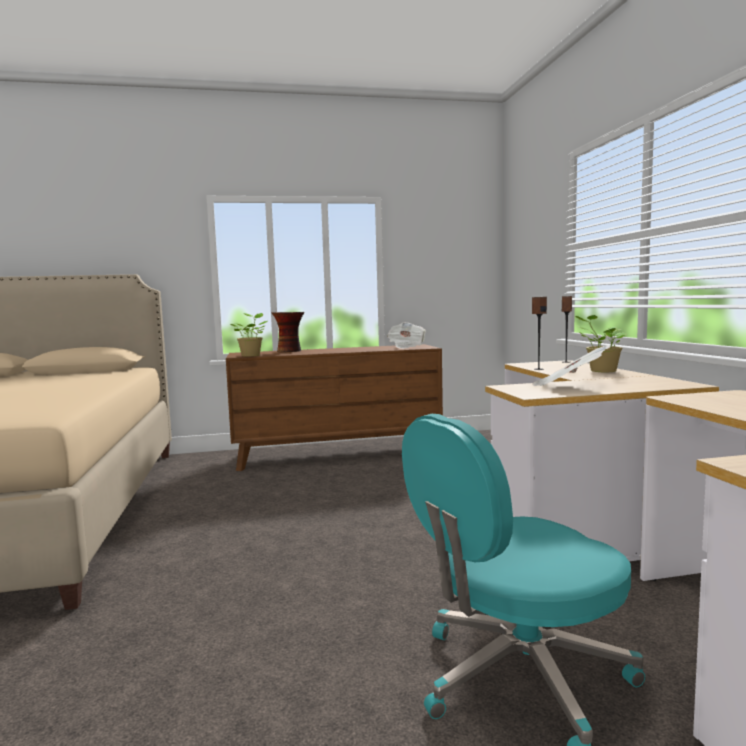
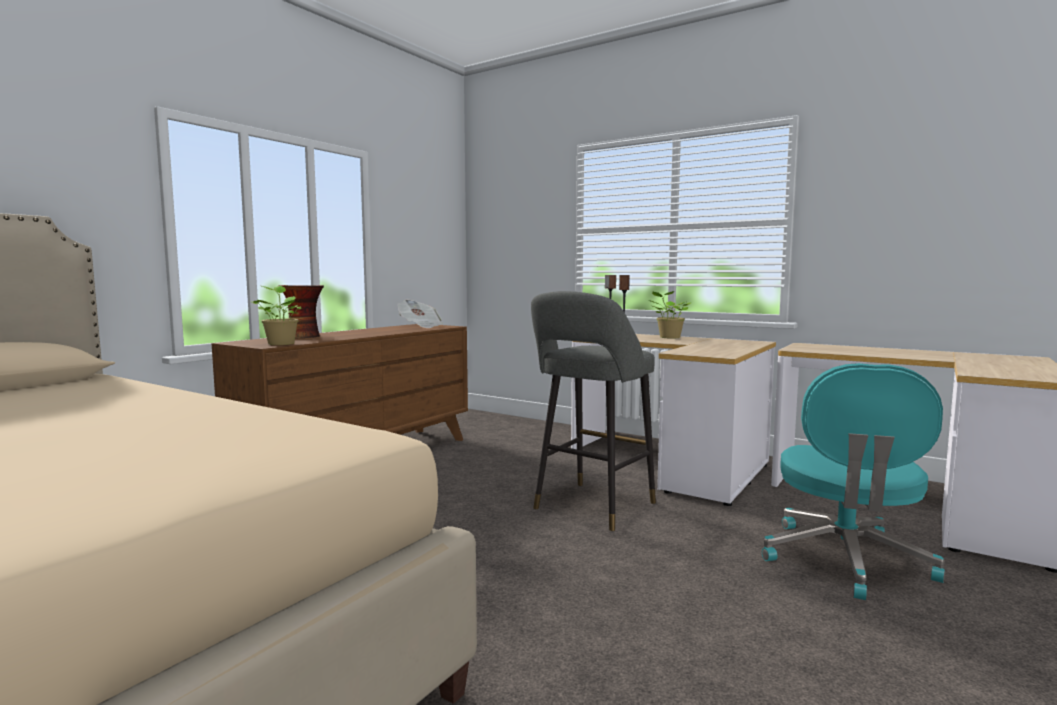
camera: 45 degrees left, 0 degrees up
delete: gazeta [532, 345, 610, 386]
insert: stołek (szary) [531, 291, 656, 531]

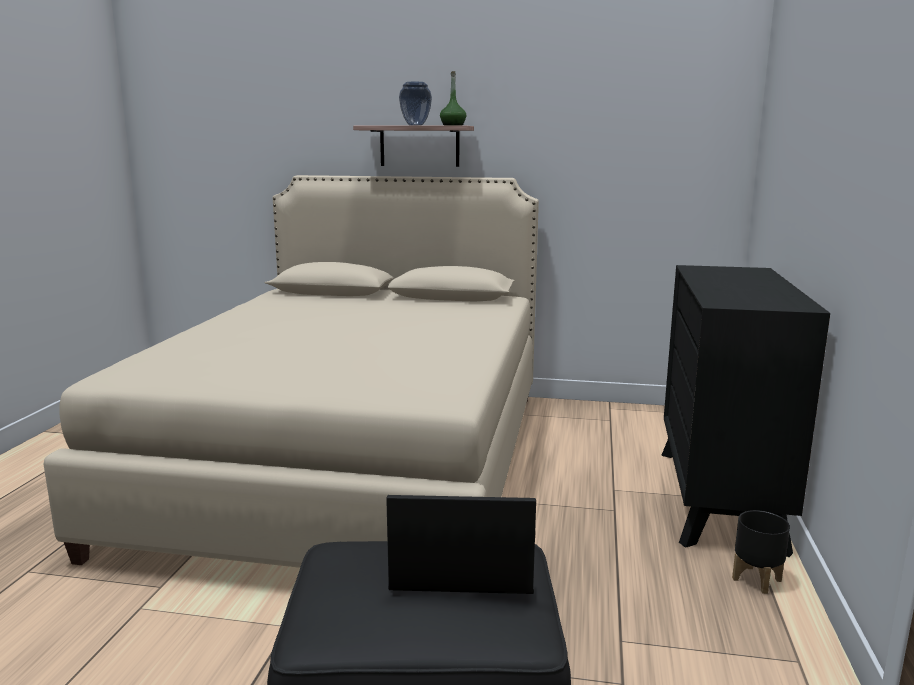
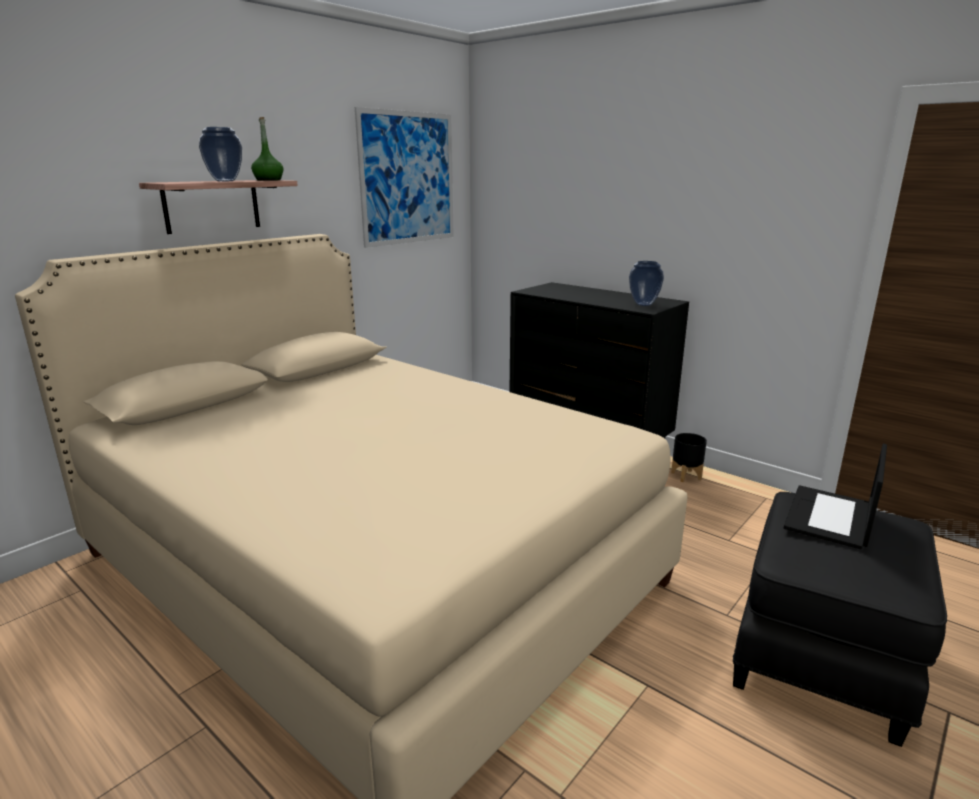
camera: 60 degrees left, 5 degrees up
insert: obraz [355, 107, 454, 248]; wazon [629, 261, 664, 306]

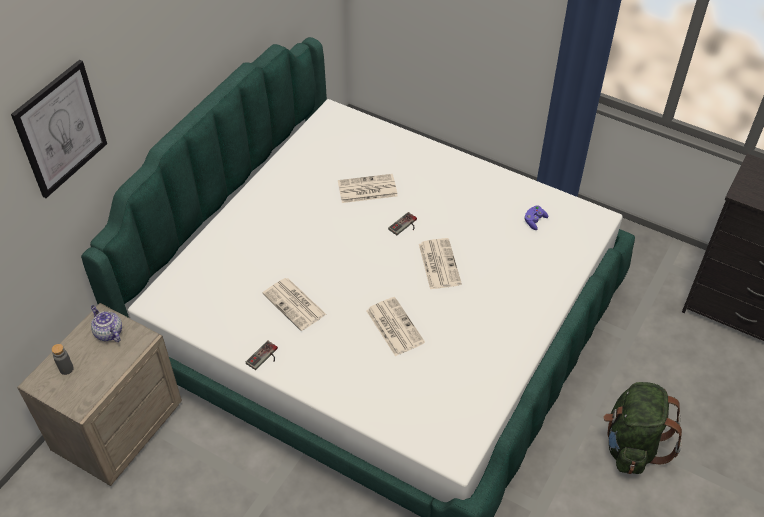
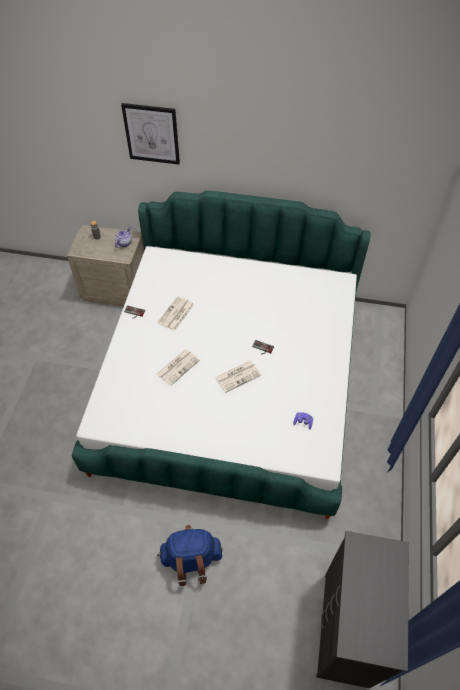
camera: 70 degrees right, 5 degrees up
delete: gazeta [338, 174, 398, 203]
recolor: plecak (zielony) [603, 382, 682, 474] to plecak (niebieski) [158, 525, 223, 586]

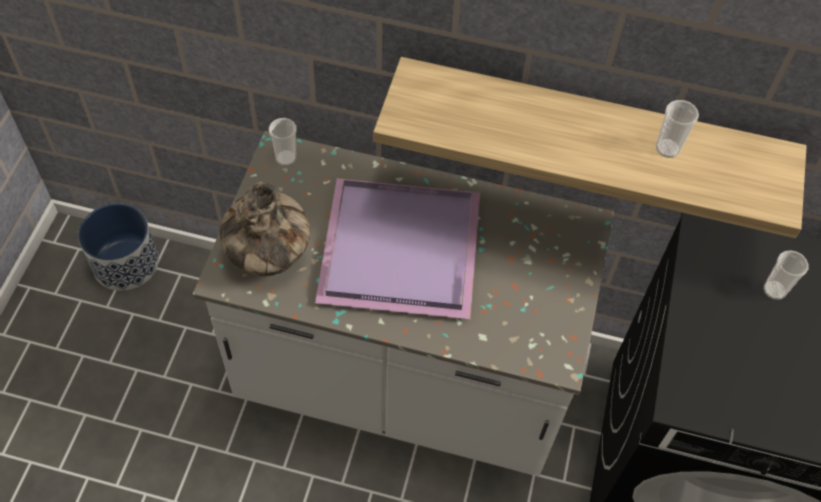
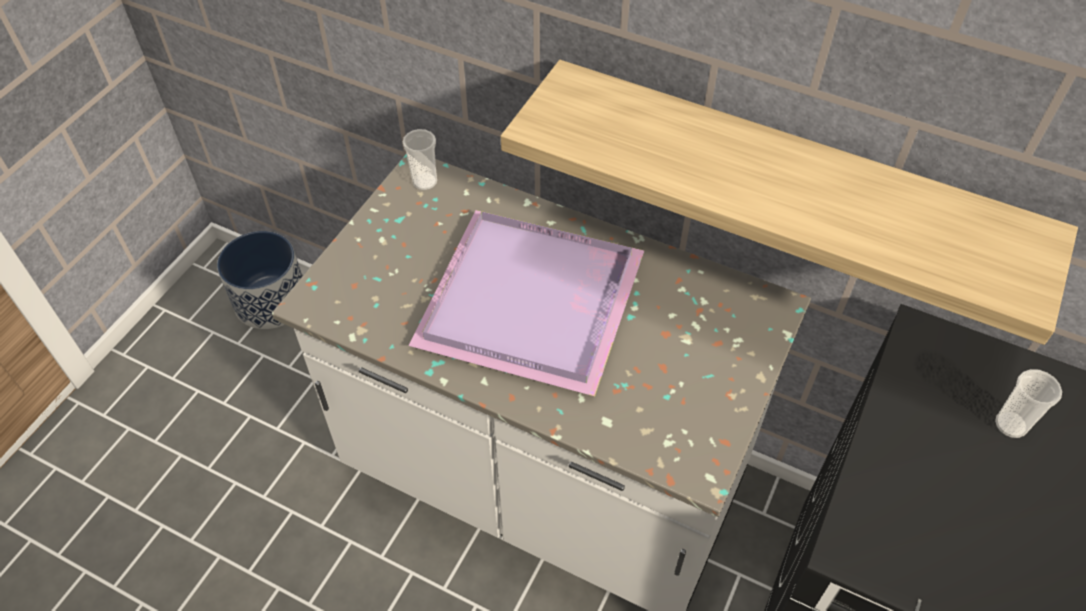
camera: 15 degrees right, 5 degrees down
delete: filiżanka [656, 100, 699, 158]; wazon [220, 183, 311, 276]

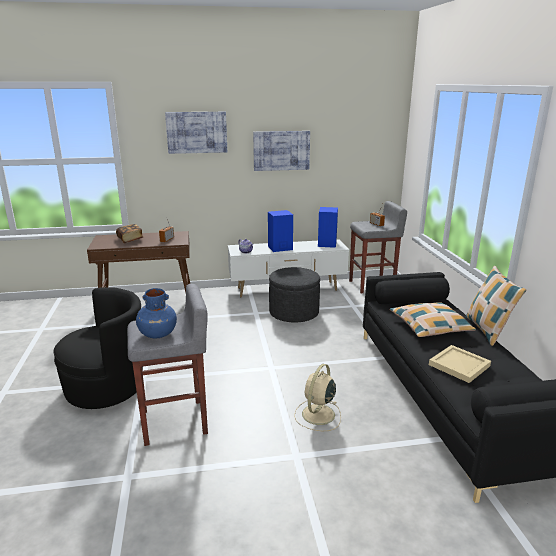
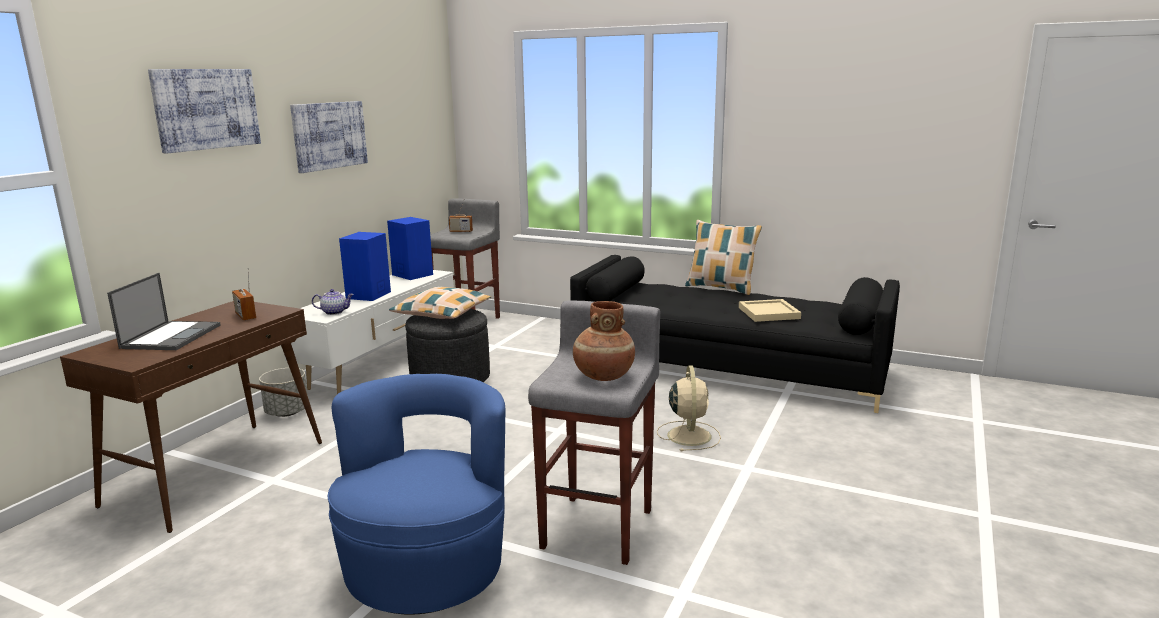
camera: 55 degrees left, 5 degrees down
insert: donica (szary) [259, 368, 308, 417]
move: poduszka [390, 302, 476, 337] to [389, 287, 491, 319]
replace: książka [116, 224, 143, 243] to laptop [107, 273, 221, 350]
recolor: fotel (czarny) [53, 287, 143, 409] to fotel (niebieski) [328, 374, 505, 615]; wazon (niebieski) [136, 288, 177, 339] to wazon (brązowy) [573, 301, 635, 381]
rotate: wentylator (beżowy) [294, 364, 341, 431] = [657, 365, 721, 451] 150 degrees counterclockwise

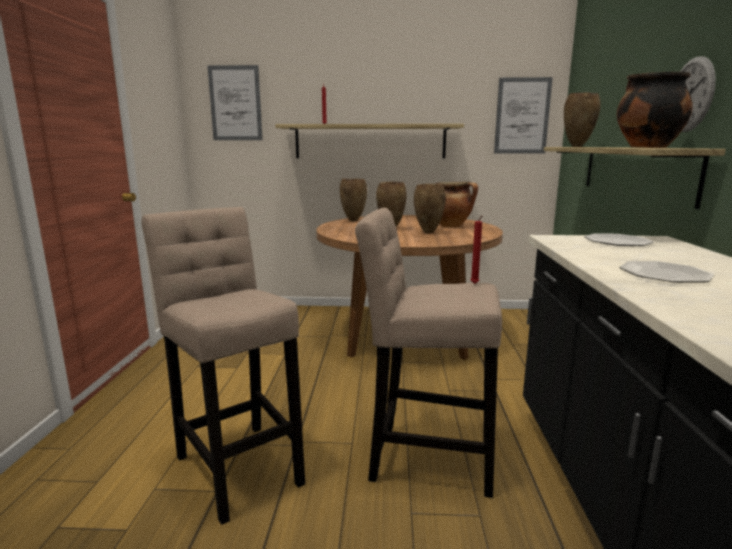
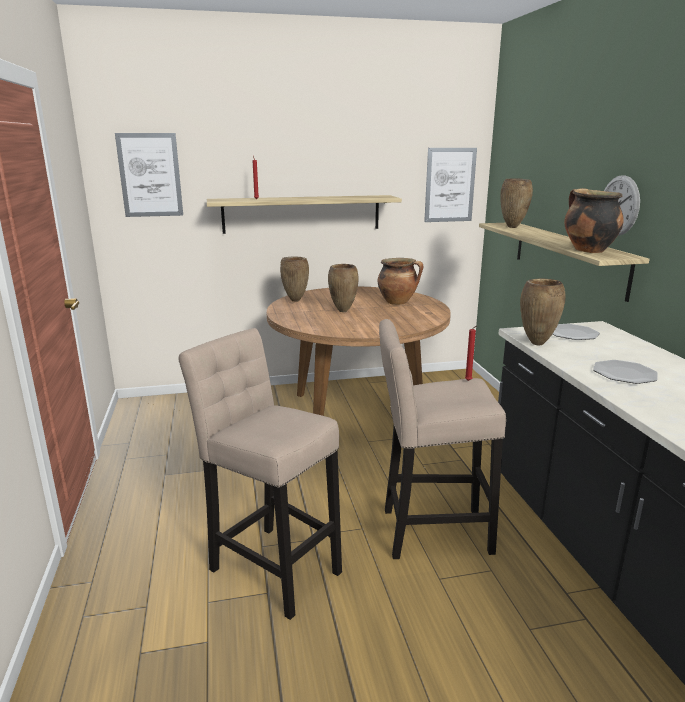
camera: 15 degrees left, 5 degrees up
move: wazon (brązowy) [414, 184, 446, 233] to [520, 278, 566, 345]

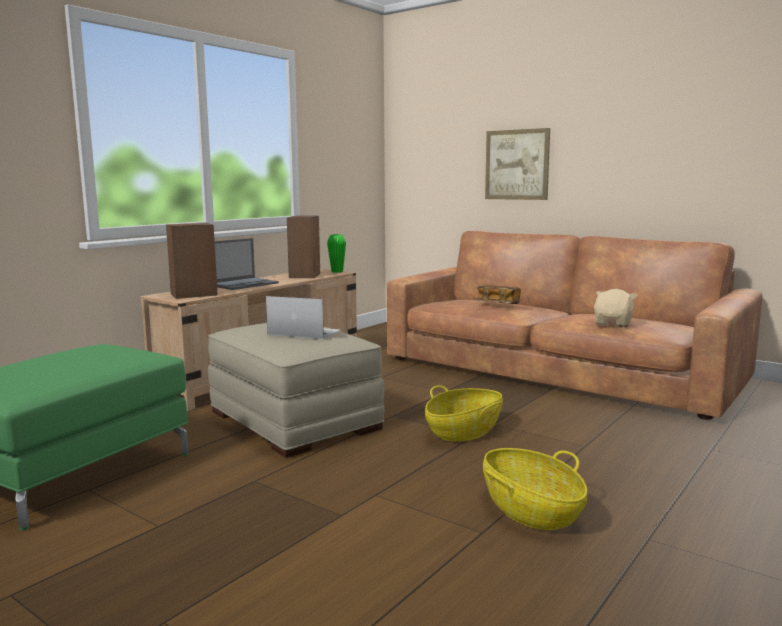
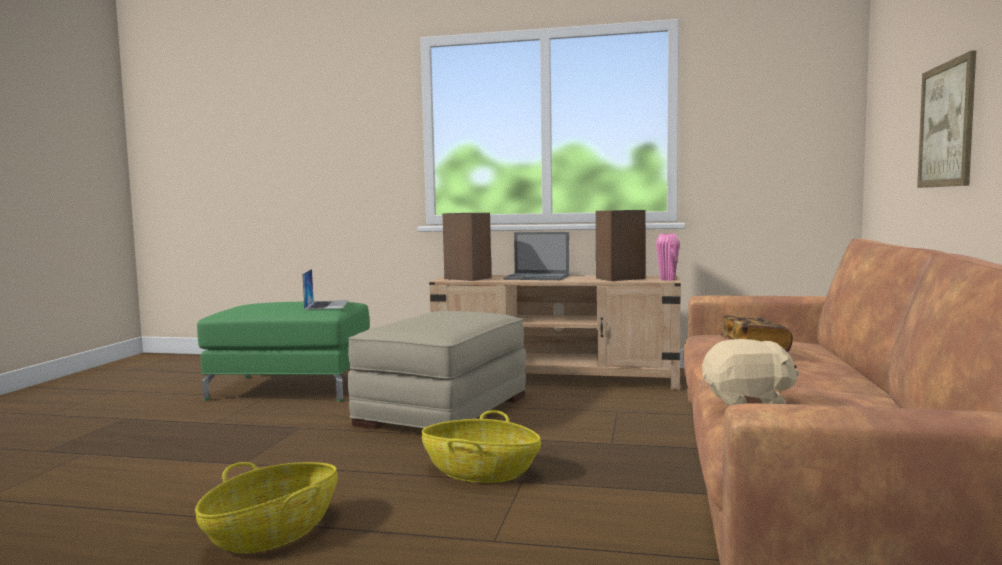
camera: 65 degrees right, 5 degrees down
move: laptop [266, 296, 340, 339] to [302, 269, 349, 310]
recolor: wazon (zielony) [327, 234, 346, 273] to wazon (różowy) [656, 234, 680, 281]

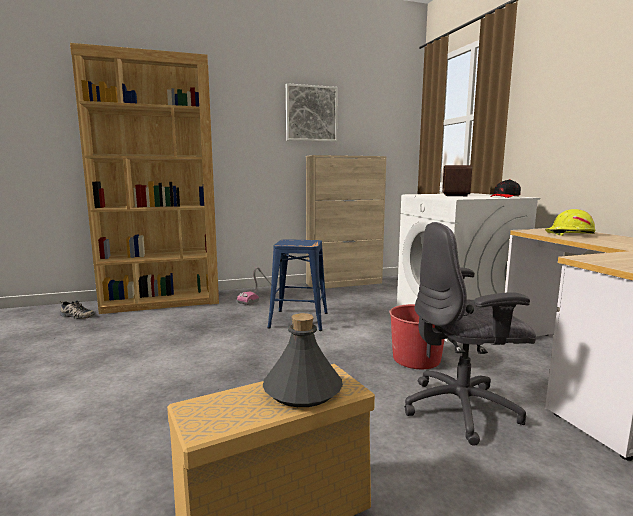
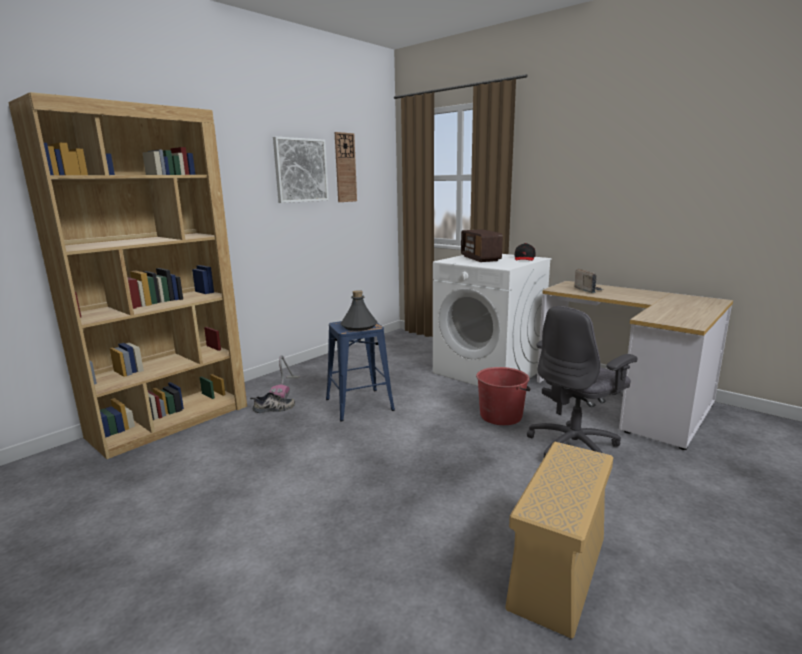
camera: 30 degrees left, 5 degrees up
delete: szafka (beżowy) [306, 155, 386, 288]
insert: zegar ścienny [335, 132, 357, 202]
move: but [60, 300, 94, 319] to [250, 392, 295, 413]; butelka (szary) [263, 313, 343, 407] to [340, 290, 377, 331]
replace: kask (żółty) [545, 209, 596, 236] to radio [574, 269, 604, 293]

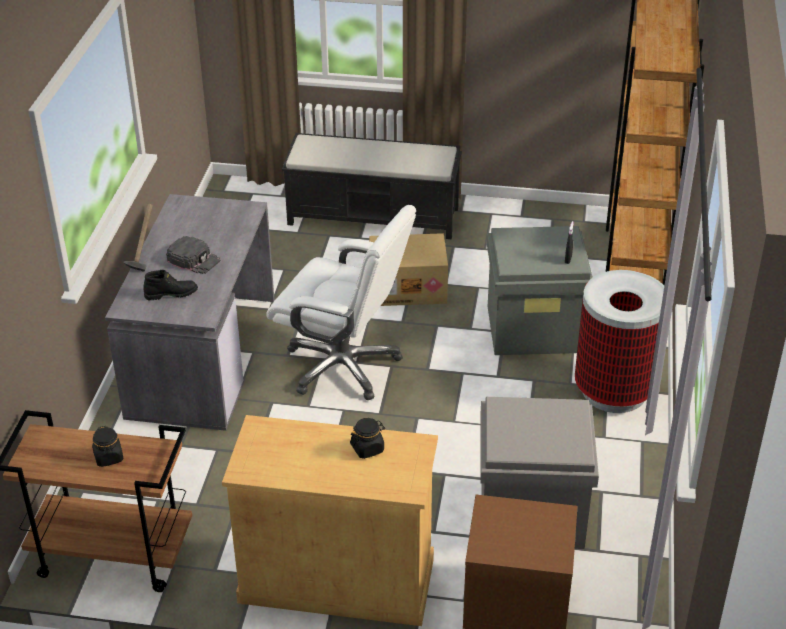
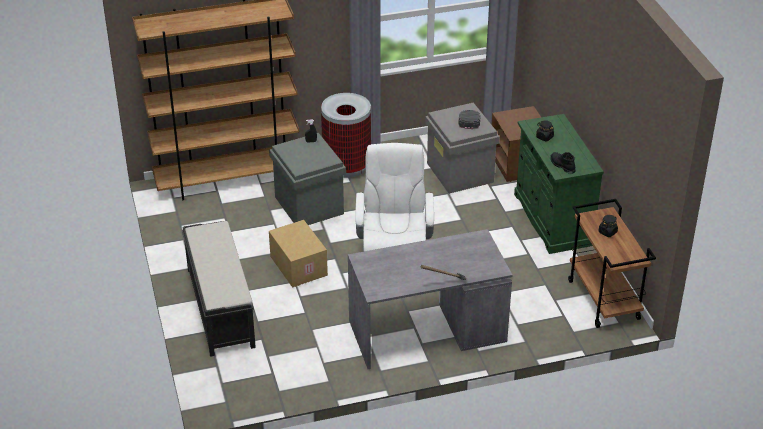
camera: 115 degrees left, 0 degrees up
move: czapka z daszkiem (czarny) [166, 236, 221, 274] to [458, 110, 481, 129]; but z cholewką (czarny) [143, 270, 198, 301] to [550, 152, 575, 174]
recolor: szafka (beżowy) [222, 415, 438, 626] to szafka (zielony) [514, 114, 604, 254]

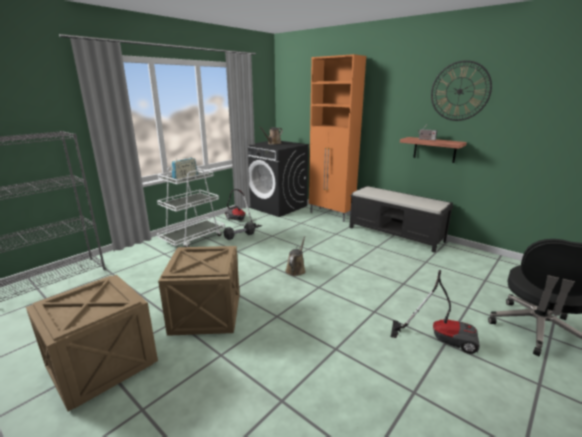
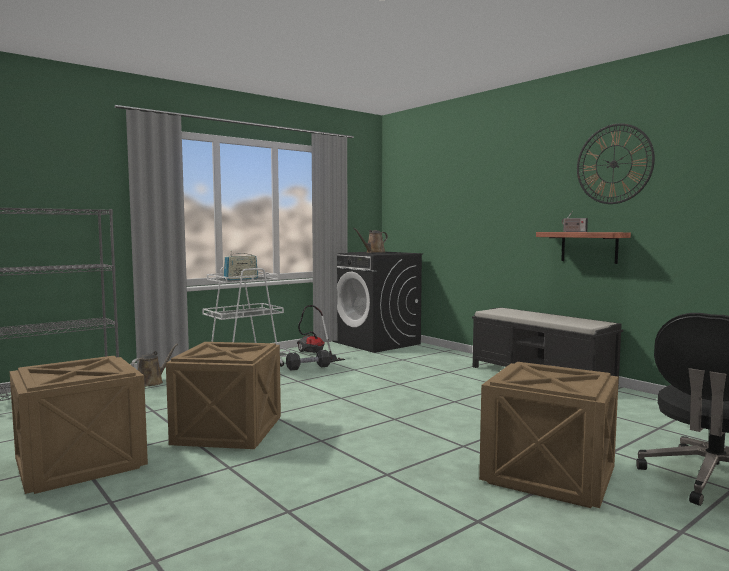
camera: 10 degrees right, 15 degrees down
delete: szafka (pomarańczowy) [309, 54, 366, 222]
move: konewka (brązowy) [285, 236, 306, 276] to [131, 344, 178, 387]
replace: odkurzacz [391, 270, 480, 354] to skrzynka [479, 362, 619, 508]

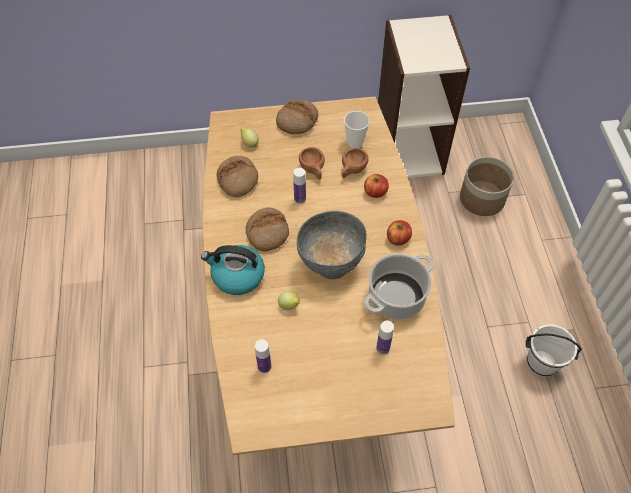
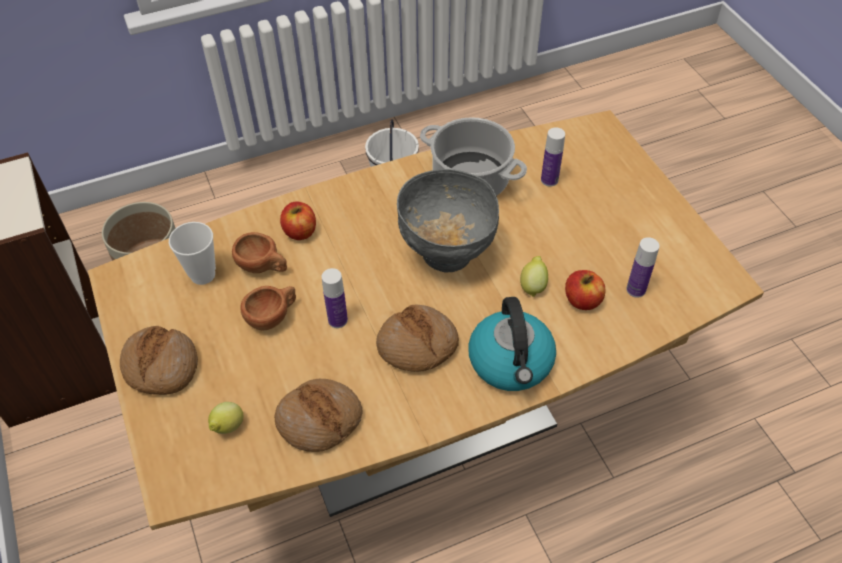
camera: 105 degrees left, 5 degrees down
move: jabłko [387, 220, 412, 245] to [565, 270, 606, 310]

